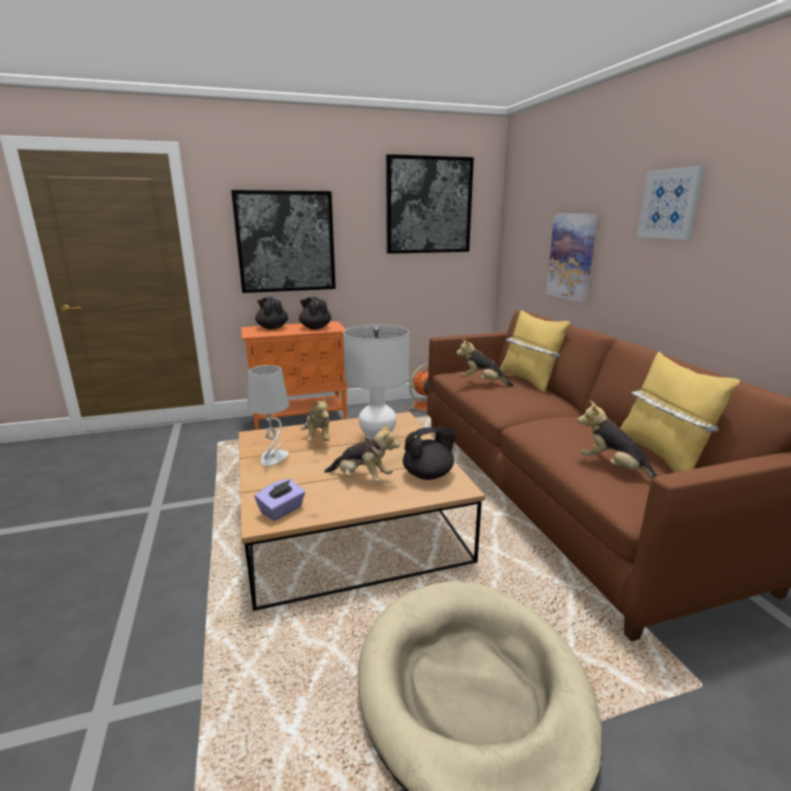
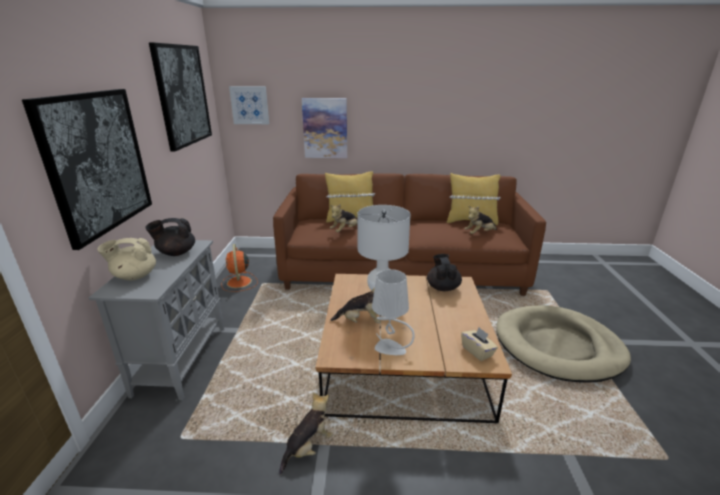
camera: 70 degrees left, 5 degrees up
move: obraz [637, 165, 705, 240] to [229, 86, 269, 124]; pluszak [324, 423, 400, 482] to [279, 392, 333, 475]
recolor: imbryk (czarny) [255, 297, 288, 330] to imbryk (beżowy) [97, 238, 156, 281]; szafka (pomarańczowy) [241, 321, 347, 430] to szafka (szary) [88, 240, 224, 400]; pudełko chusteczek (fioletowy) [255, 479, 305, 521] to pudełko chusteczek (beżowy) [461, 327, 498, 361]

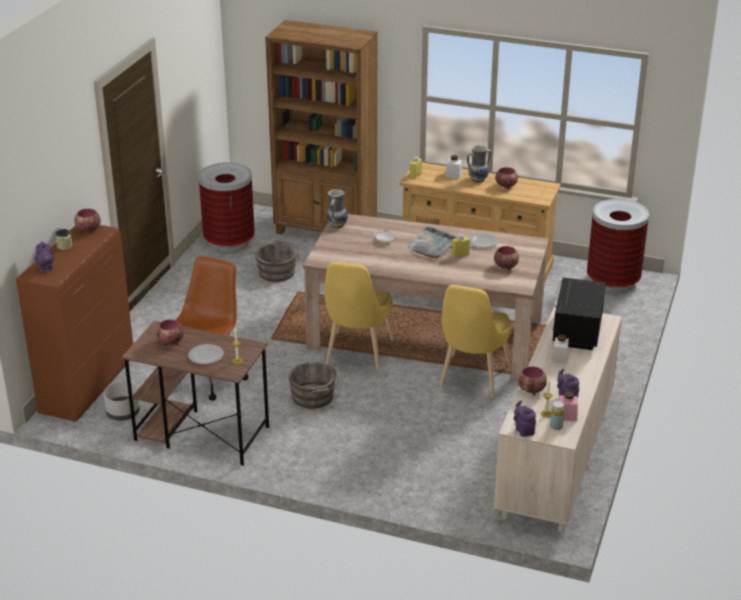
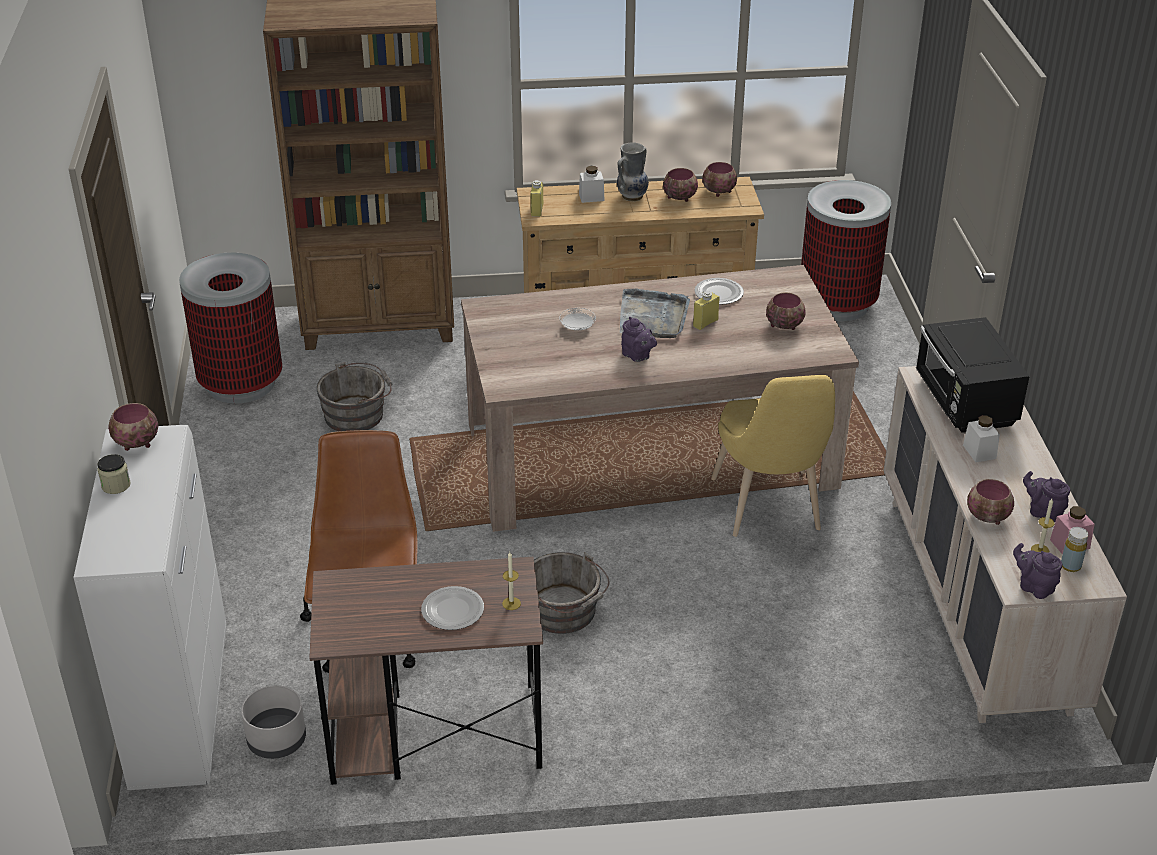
camera: 25 degrees left, 5 degrees up
delete: wazon [327, 189, 348, 228]; krzesło (żółty) [325, 262, 394, 371]
move: imbryk (fioletowy) [35, 241, 54, 272] to [621, 317, 657, 362]; miska [156, 319, 184, 346] to [702, 162, 737, 197]
recolor: szafka (brązowy) [16, 225, 133, 422] to szafka (biały) [73, 425, 227, 790]

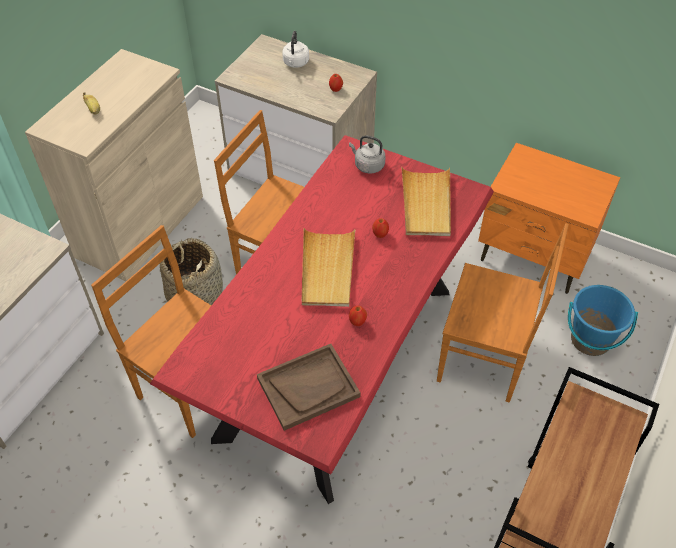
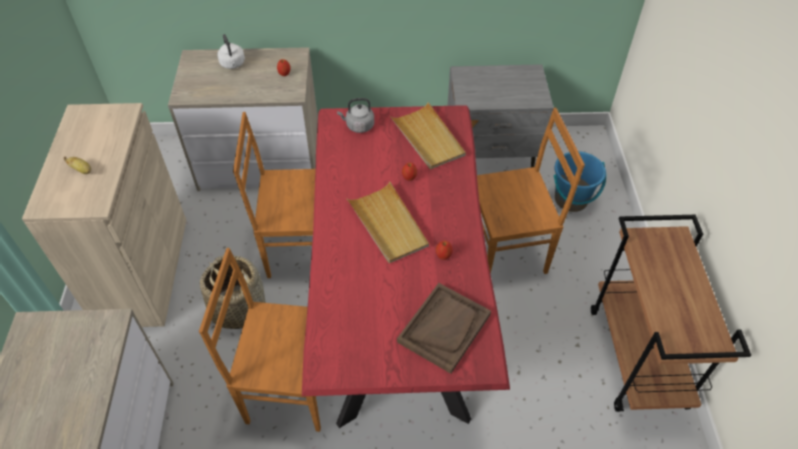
camera: 30 degrees left, 0 degrees up
recolor: szafka nocna (pomarańczowy) [478, 143, 620, 294] to szafka nocna (szary) [447, 64, 554, 167]

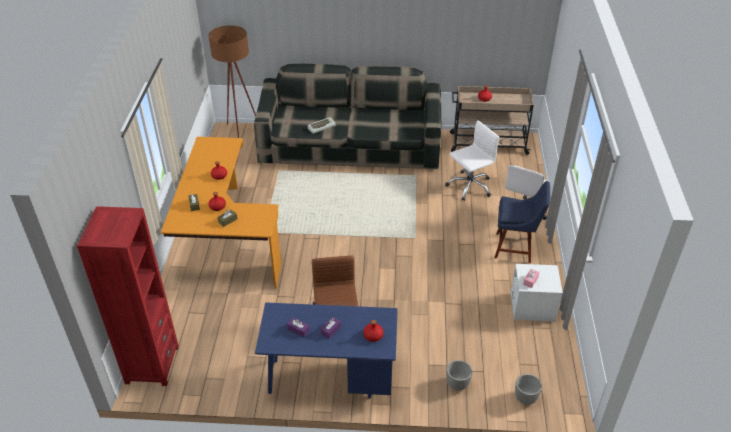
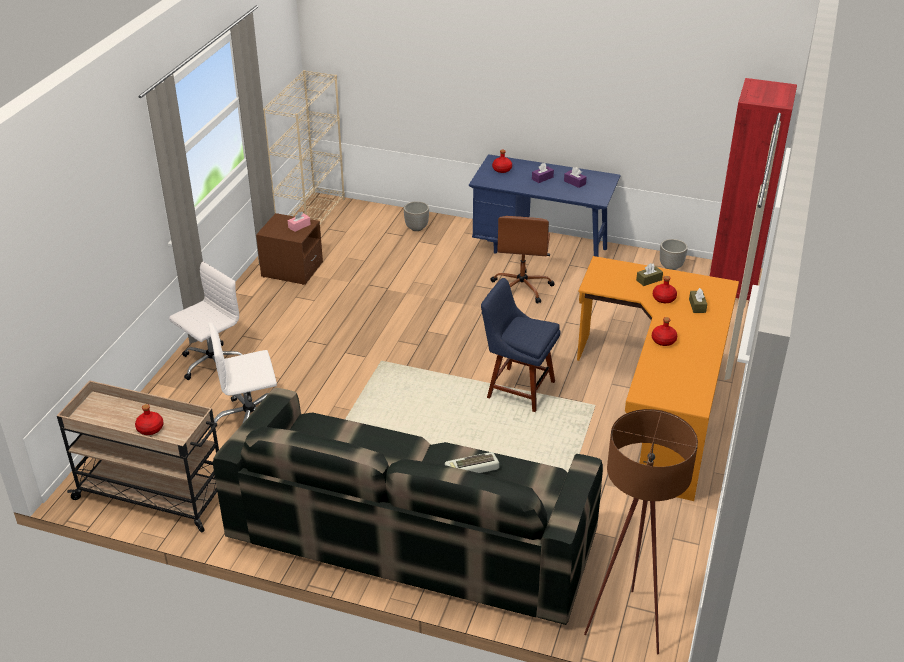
camera: 165 degrees left, 5 degrees down
insert: regał (beżowy) [263, 70, 345, 224]
move: krzesło (niebieski) [495, 181, 550, 263] to [481, 278, 561, 412]; donica [515, 374, 542, 405] to [660, 239, 688, 270]
recolor: szafka nocna (biały) [510, 264, 563, 322] to szafka nocna (brązowy) [256, 213, 323, 285]

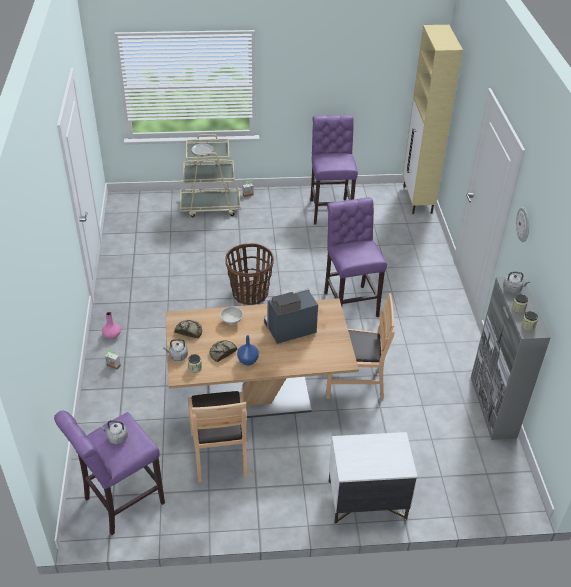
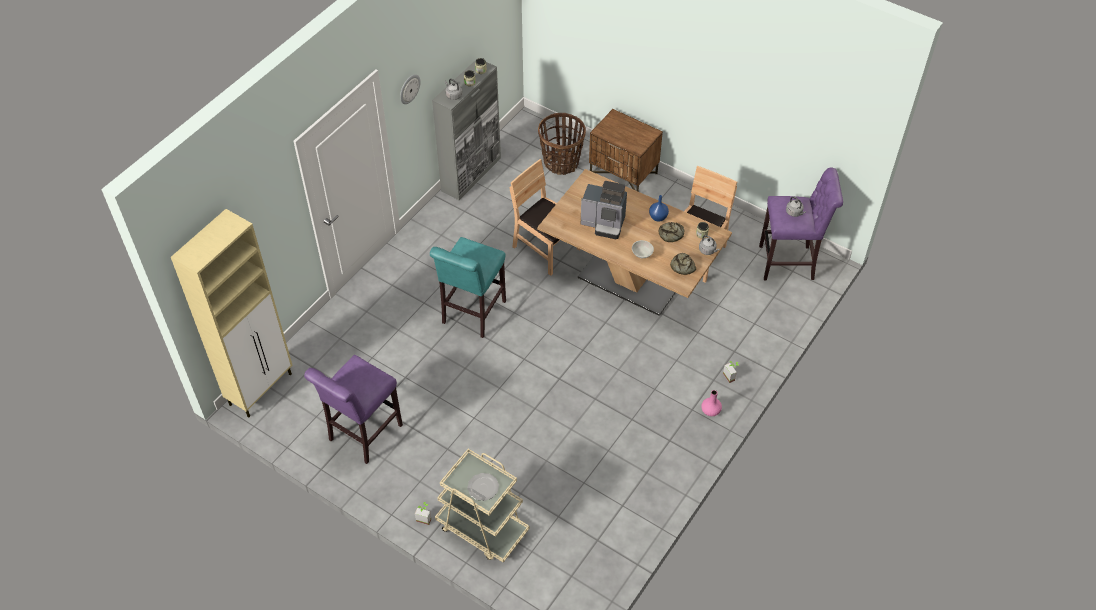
camera: 140 degrees left, 10 degrees up
move: koszyk [225, 243, 274, 305] to [538, 113, 586, 175]
recolor: stołek (fioletowy) [324, 197, 387, 317] to stołek (turkusowy) [430, 237, 506, 338]; szafka nocna (biały) [328, 432, 418, 524] to szafka nocna (brązowy) [589, 109, 663, 191]

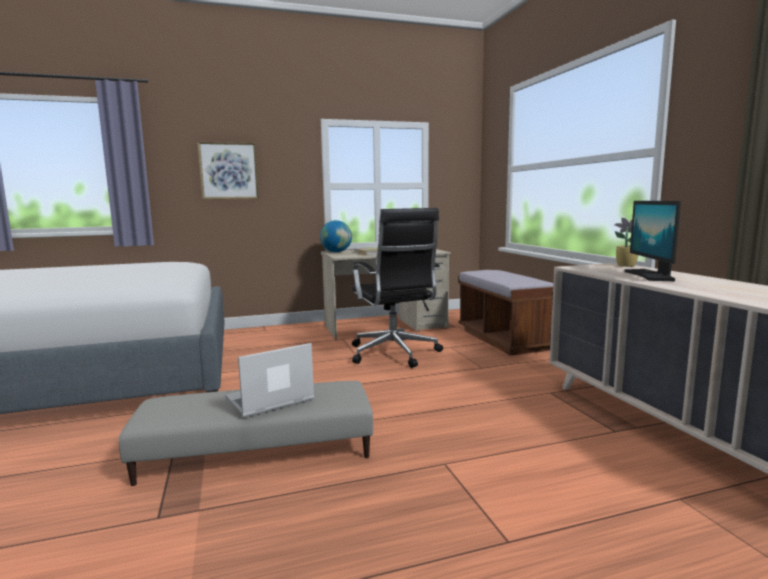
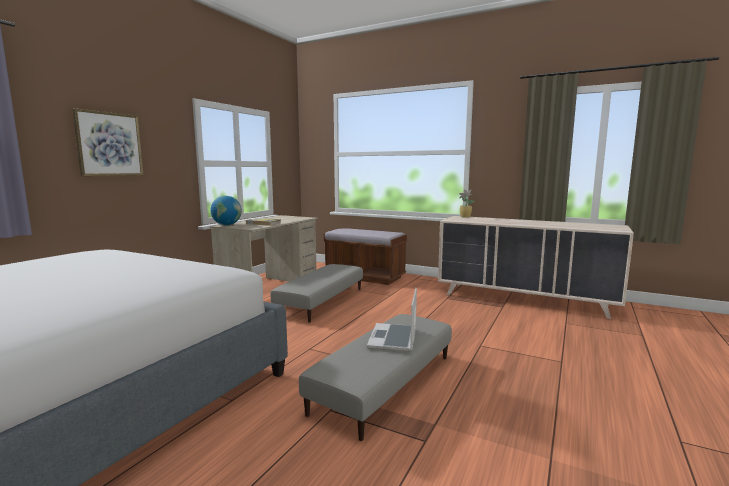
camera: 45 degrees left, 0 degrees up
delete: monitor [625, 201, 681, 281]
replace: krzesło biurowe (czarny) [352, 208, 443, 368] to pufa (szary) [271, 264, 363, 322]

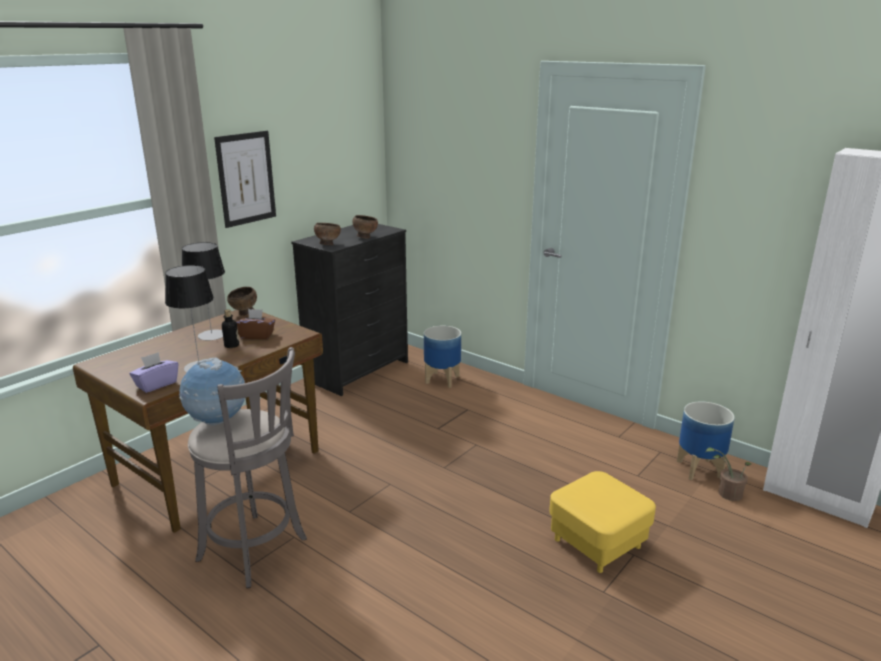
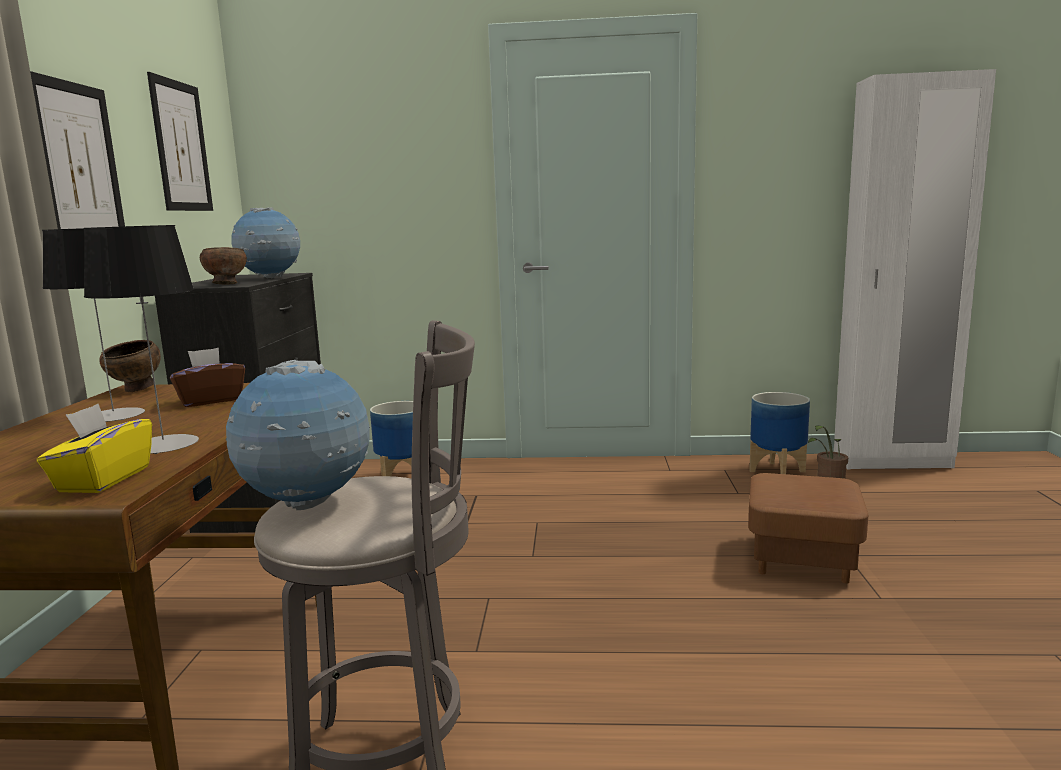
camera: 35 degrees left, 10 degrees down
delete: butelka [222, 310, 239, 348]
insert: obraz [147, 72, 213, 211]
replace: miska (brązowy) [353, 215, 378, 239] to globus [231, 207, 300, 278]
recolor: pudełko chusteczek (fioletowy) [129, 352, 178, 393] to pudełko chusteczek (żółty) [37, 404, 152, 493]; pufa (żółty) [549, 471, 656, 573] to pufa (brązowy) [748, 473, 868, 584]

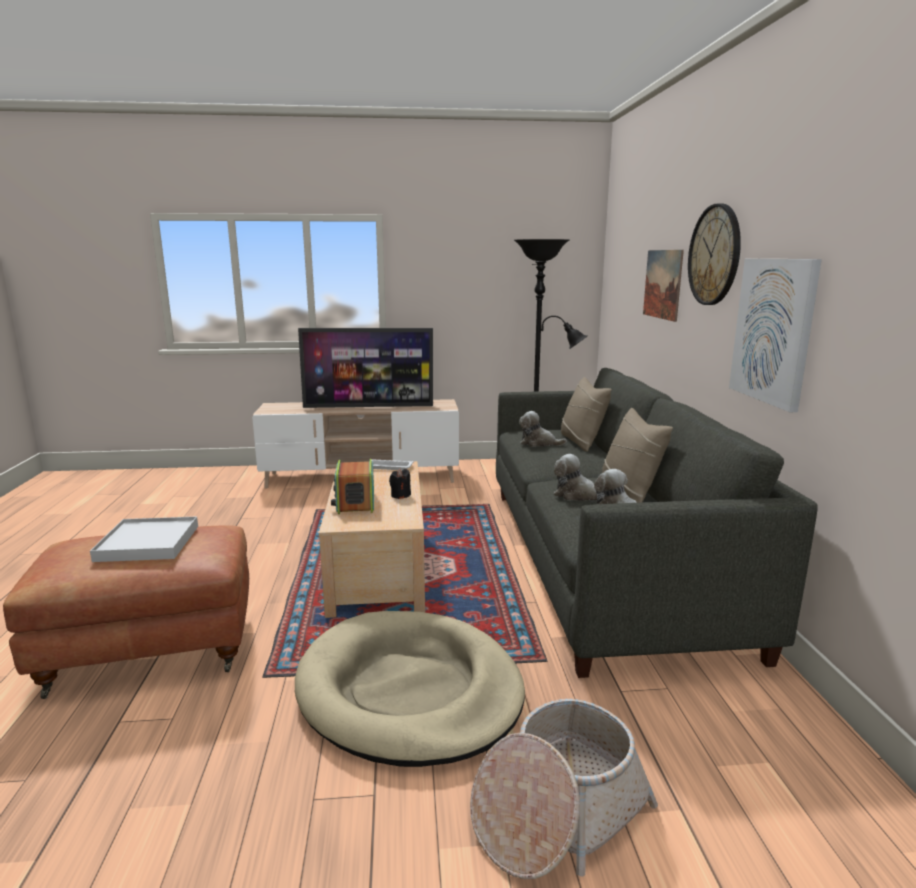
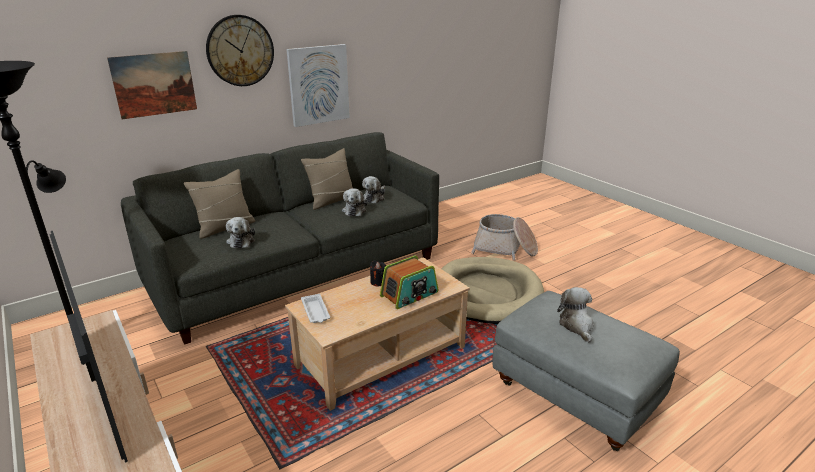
camera: 120 degrees left, 10 degrees up
replace: taca (biały) [90, 516, 198, 562] to pluszak [557, 287, 594, 343]
recolor: pufa (brązowy) [3, 525, 249, 699] to pufa (szary) [492, 291, 680, 451]

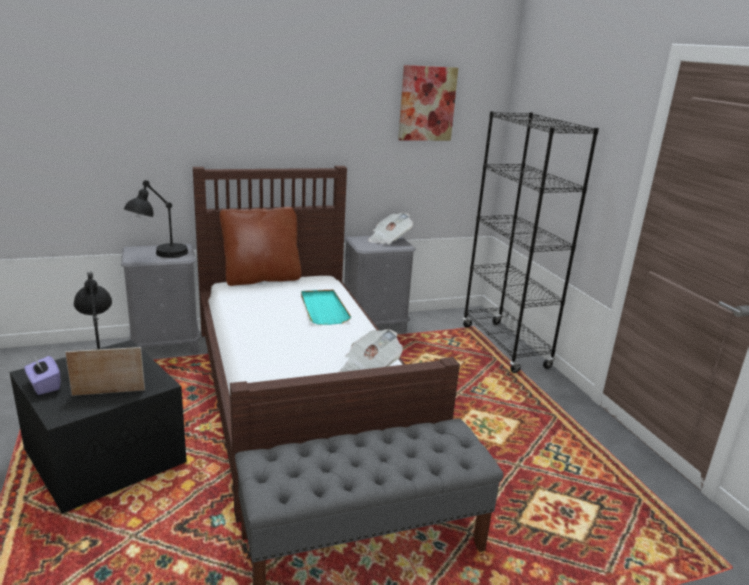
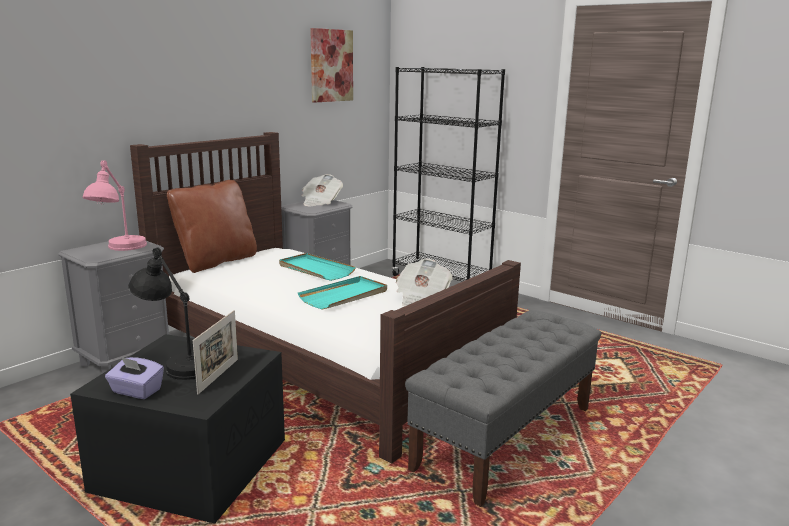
camera: 30 degrees left, 5 degrees down
insert: taca (turkusowy) [298, 276, 387, 309]
recolor: lampa stołowa (czarny) [124, 180, 188, 258] to lampa stołowa (różowy) [82, 160, 147, 251]
rotate: ramka na zdjęcie [65, 347, 145, 396] = [193, 310, 238, 395] 150 degrees clockwise

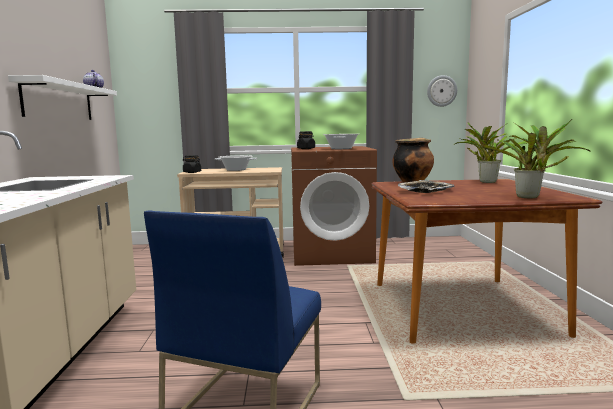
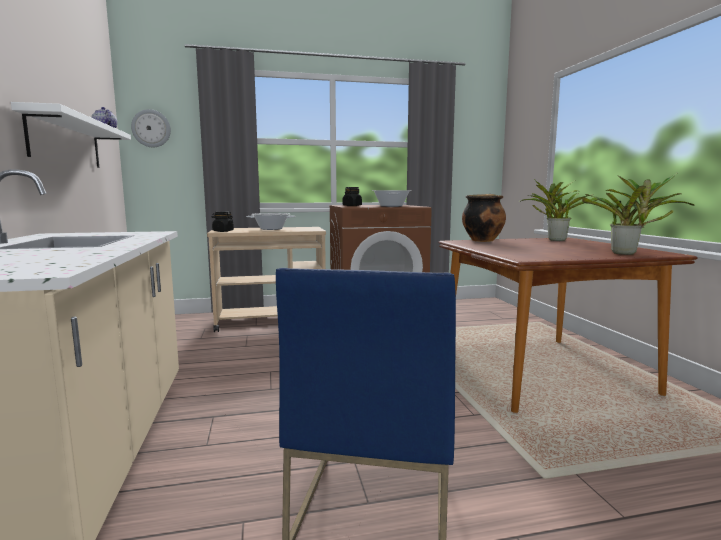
camera: 10 degrees left, 0 degrees up
delete: taca [398, 180, 455, 193]
move: zegar ścienny [427, 75, 457, 107] to [131, 109, 171, 147]

